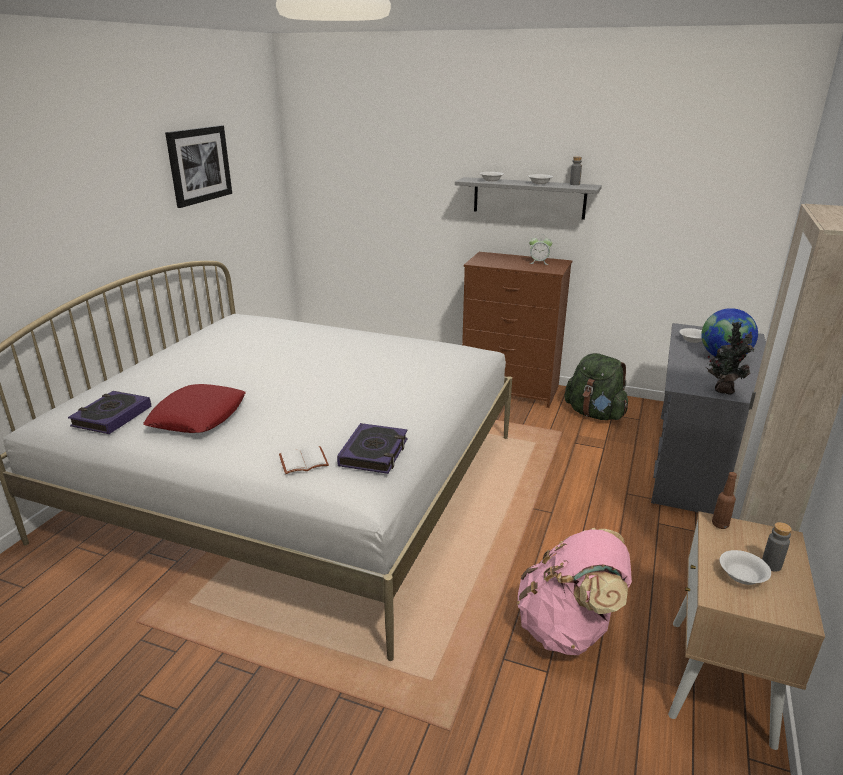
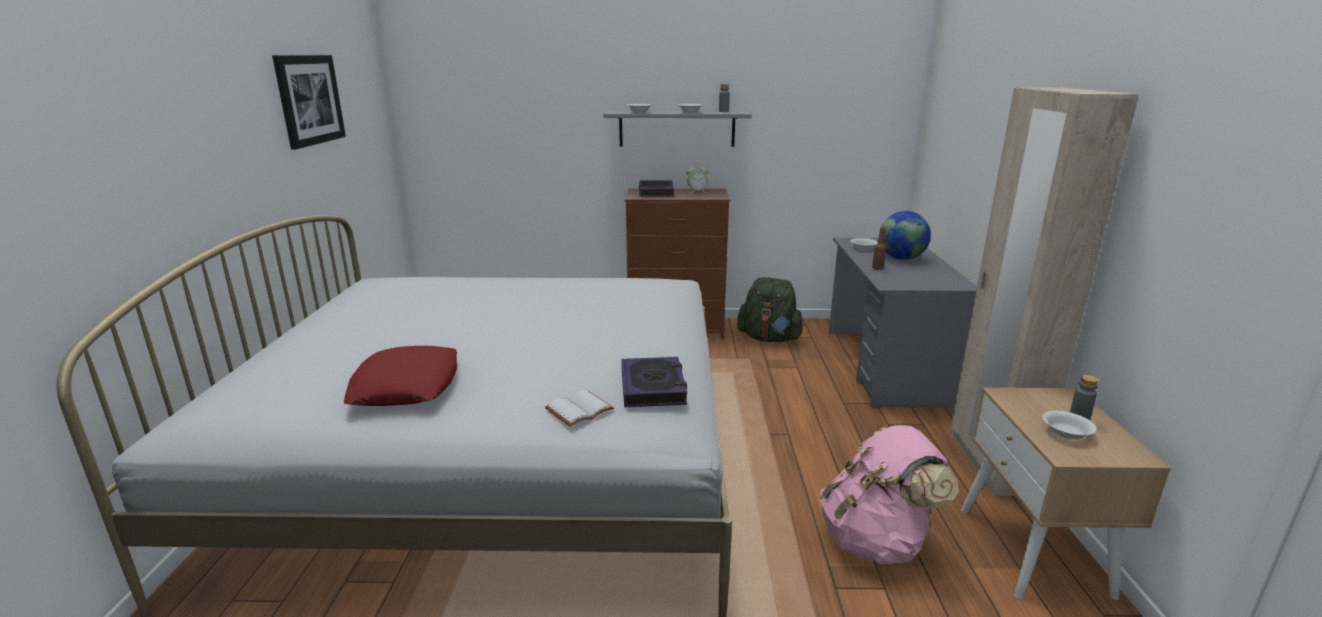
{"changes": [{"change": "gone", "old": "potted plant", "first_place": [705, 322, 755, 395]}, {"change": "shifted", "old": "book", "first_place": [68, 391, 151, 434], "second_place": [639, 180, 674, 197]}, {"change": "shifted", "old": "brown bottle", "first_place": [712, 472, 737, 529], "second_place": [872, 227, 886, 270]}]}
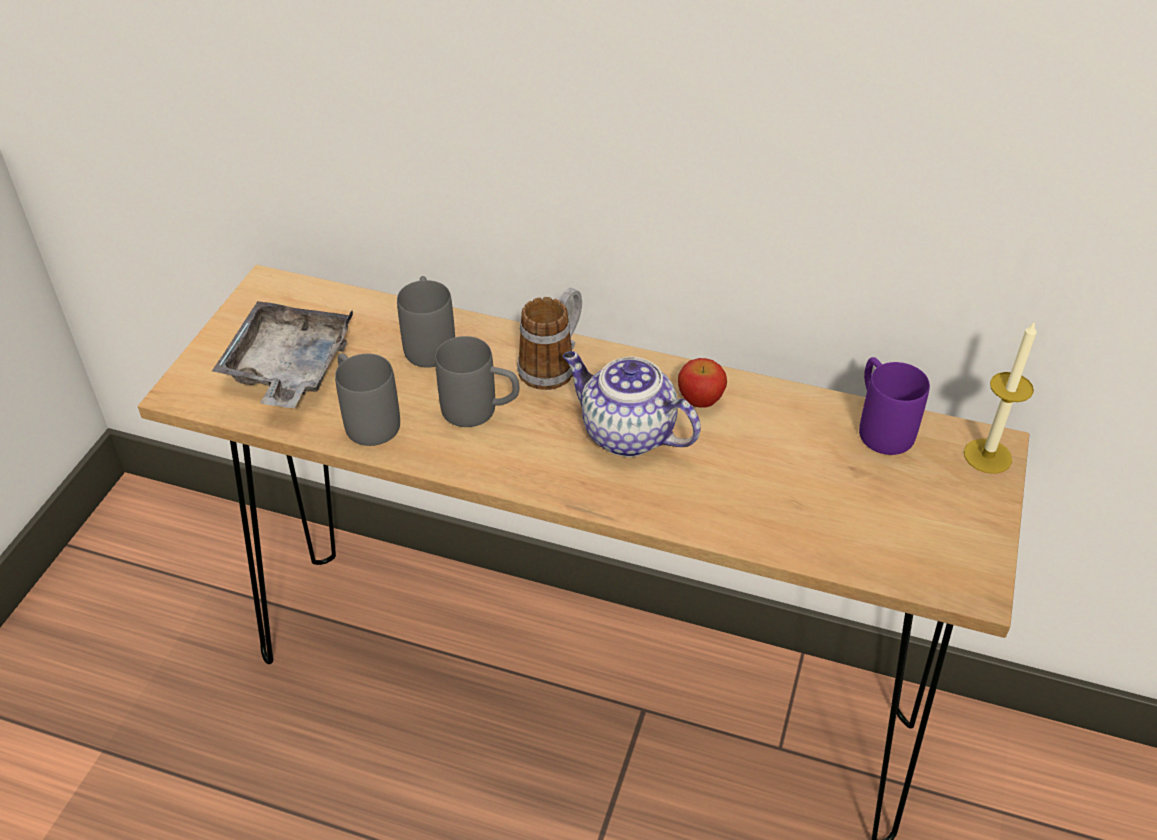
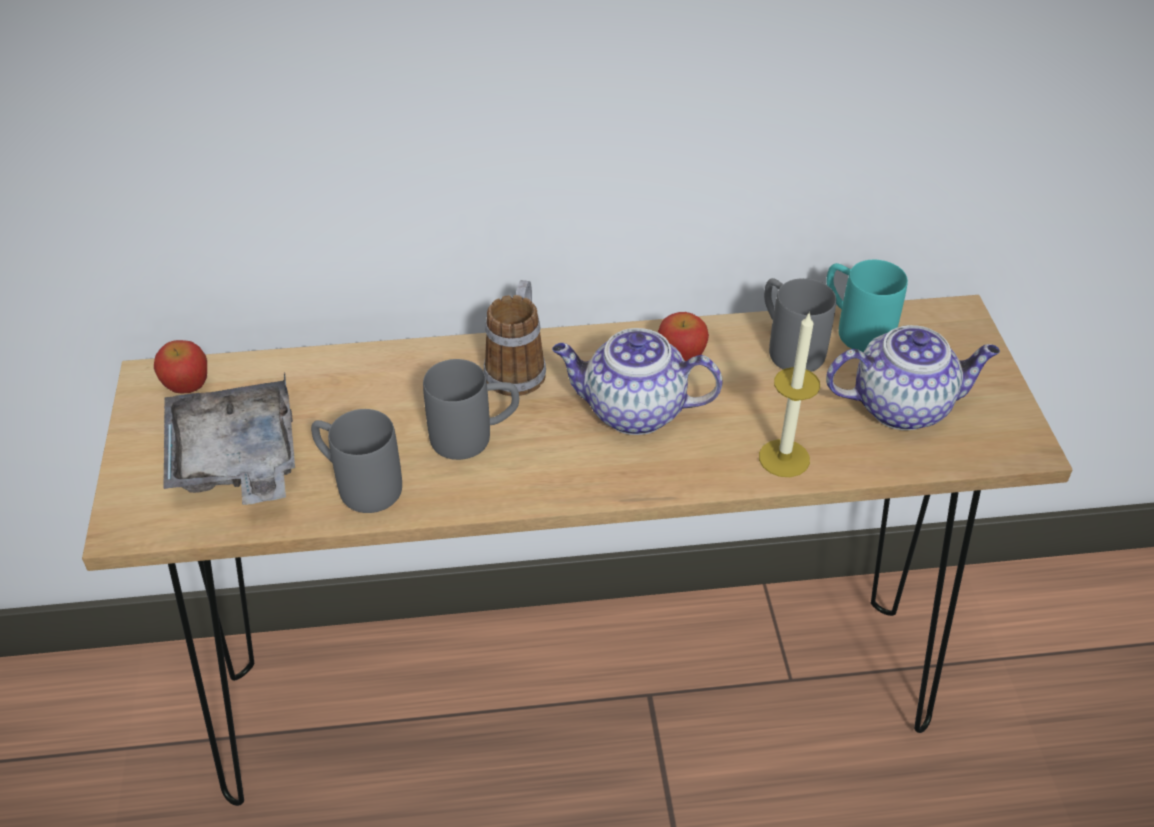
{"changes": [{"change": "shifted", "old": "grey mug", "first_place": [397, 276, 455, 368], "second_place": [764, 278, 836, 372]}, {"change": "shifted", "old": "candle", "first_place": [964, 321, 1037, 474], "second_place": [759, 312, 820, 477]}, {"change": "repainted", "old": "purple mug", "new": "turquoise mug", "first_place": [859, 357, 930, 455], "second_place": [826, 260, 908, 352]}, {"change": "new", "new": "teapot", "second_place": [826, 325, 1000, 430]}, {"change": "new", "new": "apple", "second_place": [154, 340, 207, 394]}]}
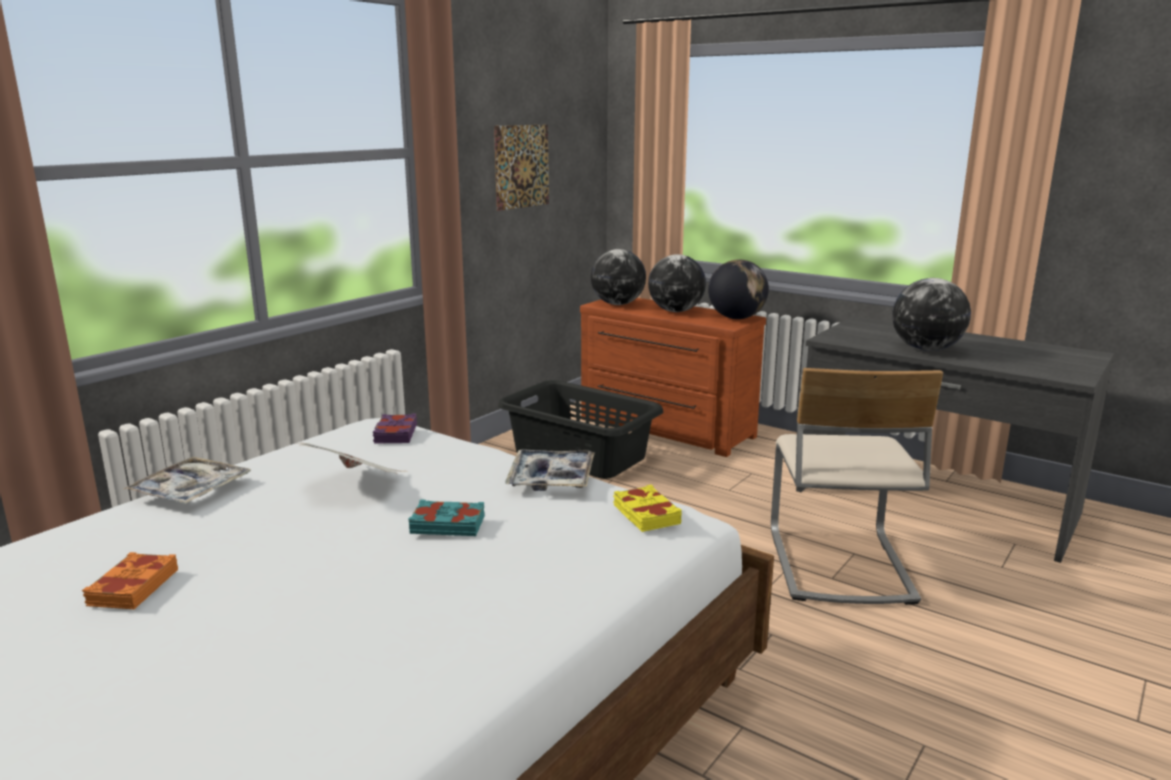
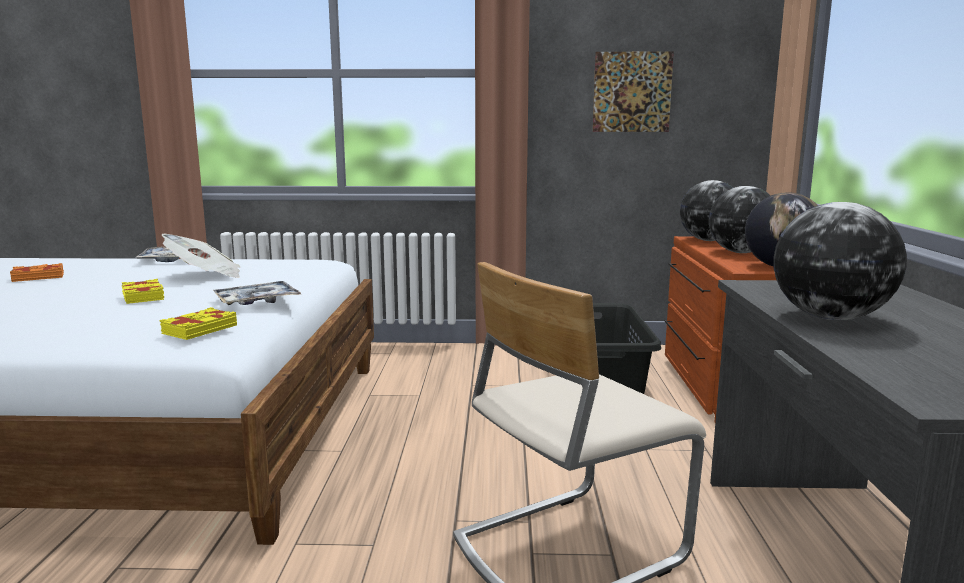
{"changes": [{"change": "gone", "old": "purple book", "first_place": [373, 414, 417, 444]}, {"change": "repainted", "old": "turquoise book", "new": "yellow book", "first_place": [408, 499, 485, 536], "second_place": [122, 279, 164, 304]}]}
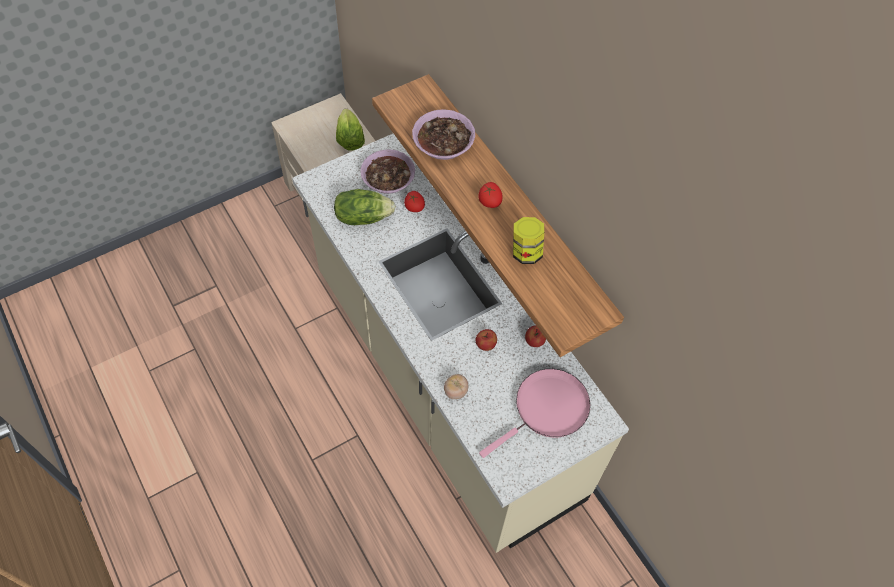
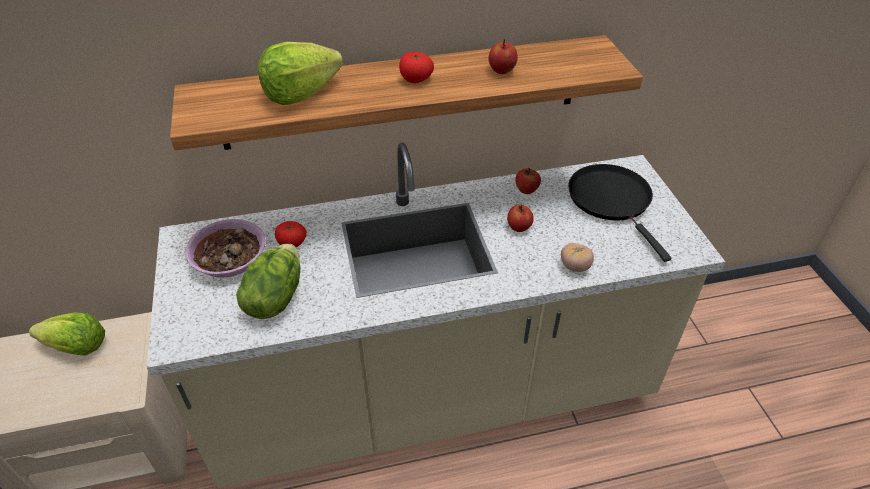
{"changes": [{"change": "swapped", "old": "bowl", "new": "lettuce", "first_place": [412, 109, 475, 160], "second_place": [258, 42, 343, 105]}, {"change": "swapped", "old": "jar", "new": "apple", "first_place": [513, 217, 544, 264], "second_place": [489, 39, 518, 74]}, {"change": "repainted", "old": "pink frying pan", "new": "black frying pan", "first_place": [479, 369, 590, 458], "second_place": [568, 164, 671, 262]}]}
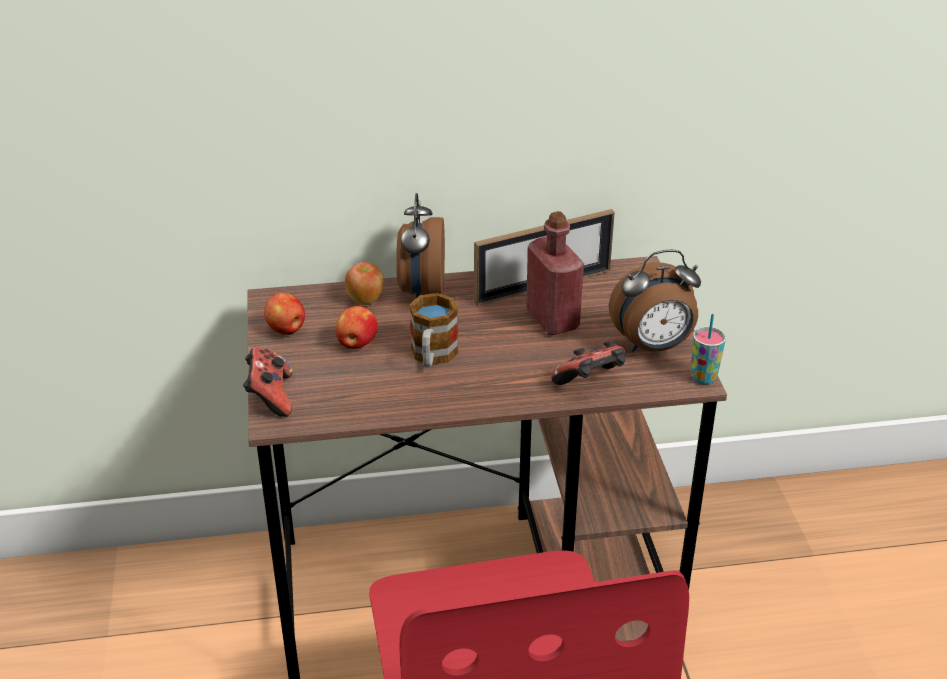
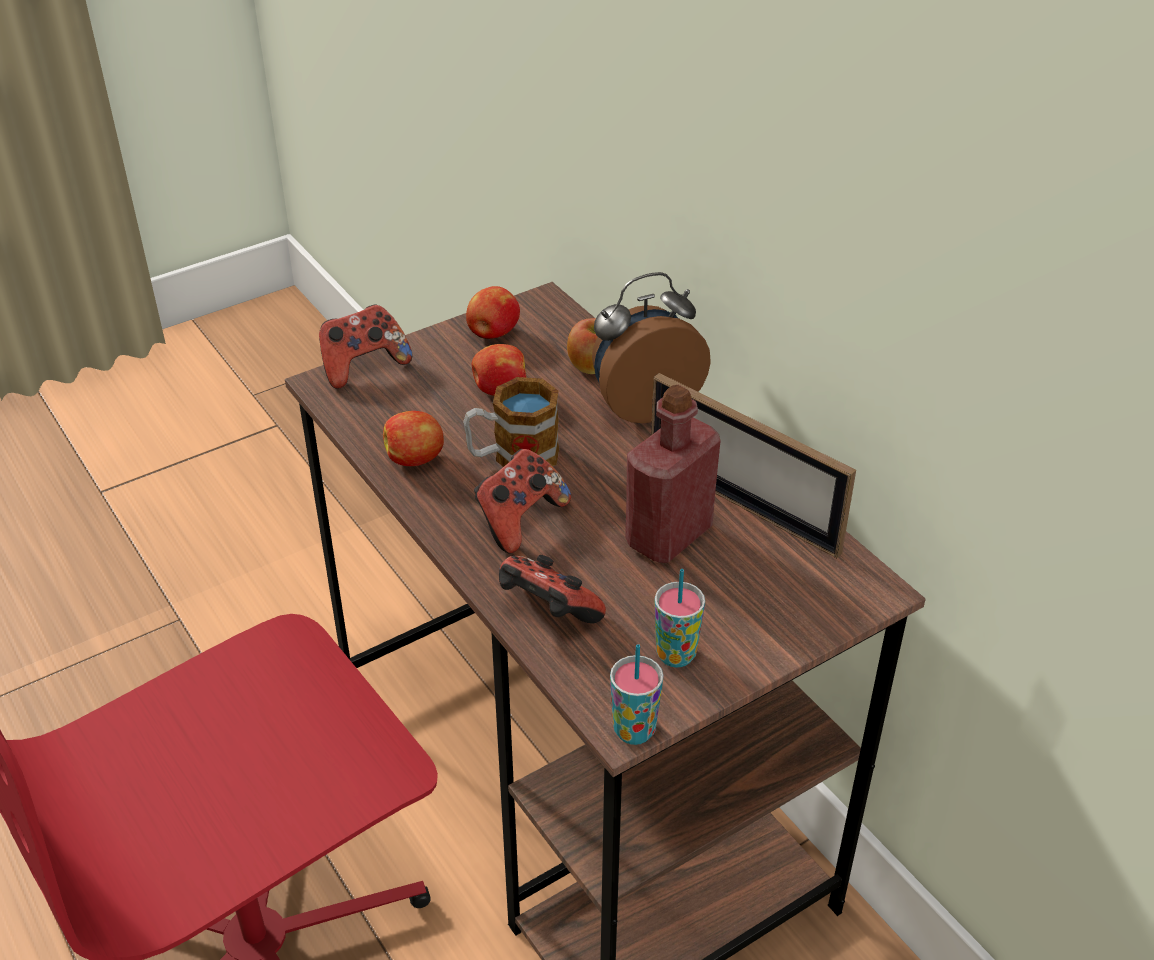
{"changes": [{"change": "swapped", "old": "alarm clock", "new": "cup", "first_place": [609, 250, 701, 352], "second_place": [655, 569, 705, 668]}, {"change": "new", "new": "apple", "second_place": [383, 411, 444, 466]}, {"change": "new", "new": "game controller", "second_place": [474, 449, 571, 554]}]}
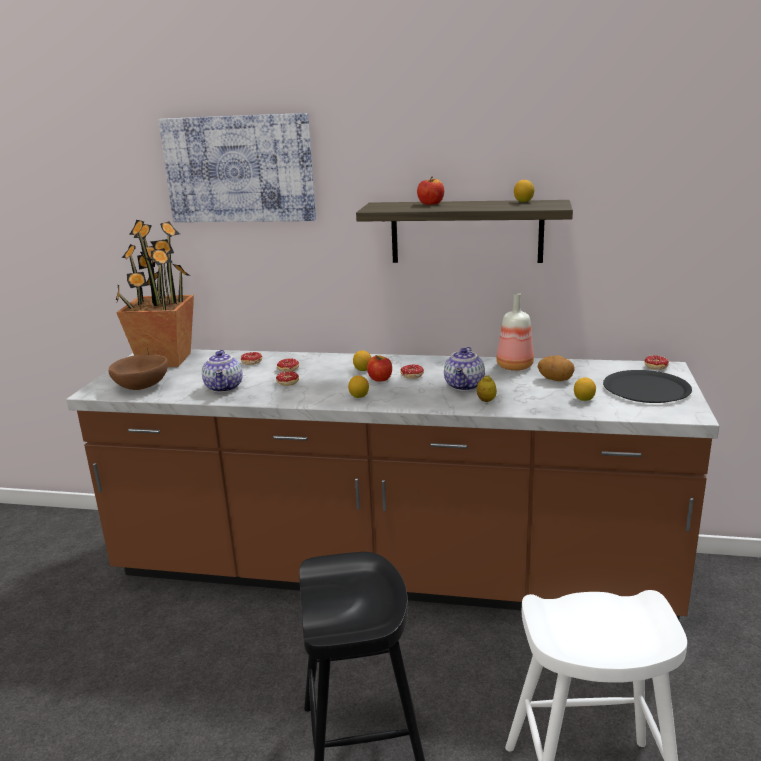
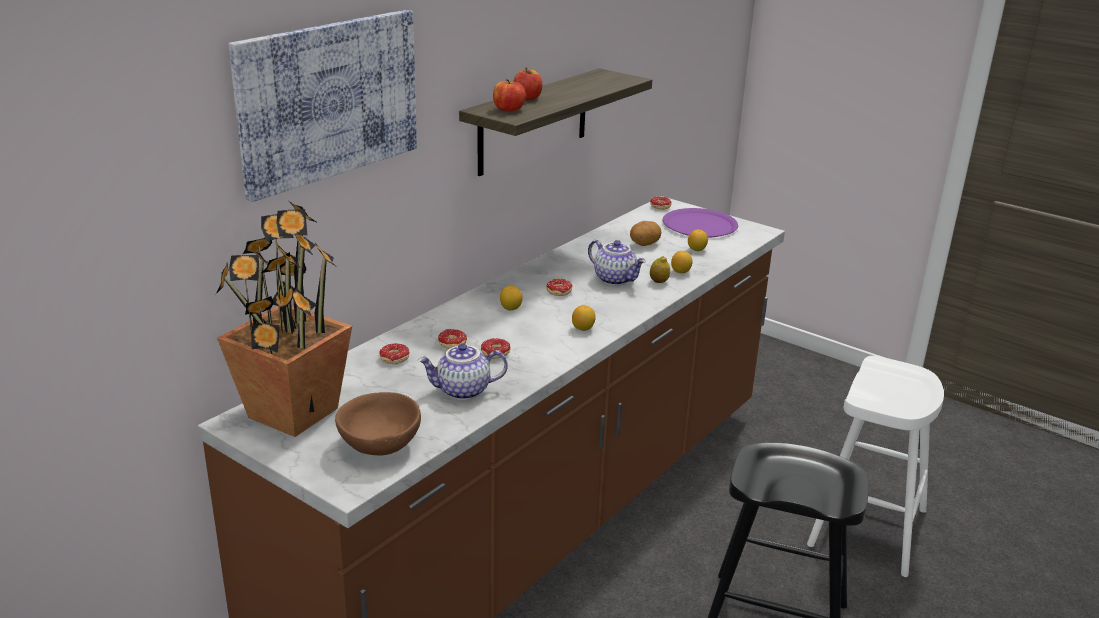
{"changes": [{"change": "shifted", "old": "lemon", "first_place": [514, 180, 534, 202], "second_place": [671, 251, 693, 273]}, {"change": "gone", "old": "bottle", "first_place": [496, 293, 534, 371]}, {"change": "rotated", "old": "teapot", "first_place": [202, 350, 243, 393], "second_place": [418, 344, 508, 400], "degrees": 150}, {"change": "shifted", "old": "apple", "first_place": [367, 355, 392, 382], "second_place": [493, 79, 526, 111]}, {"change": "repainted", "old": "black plate", "new": "purple plate", "first_place": [603, 370, 692, 403], "second_place": [663, 208, 738, 238]}]}
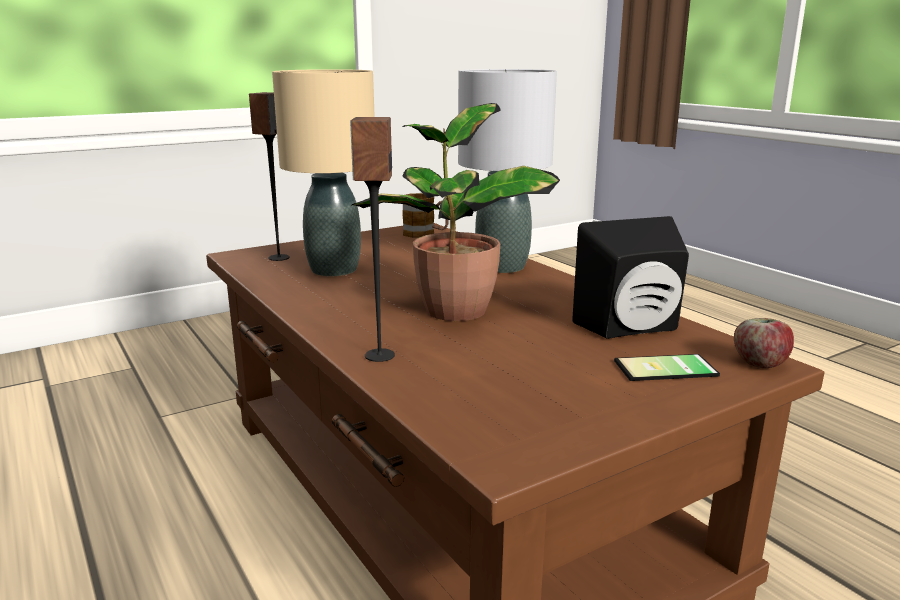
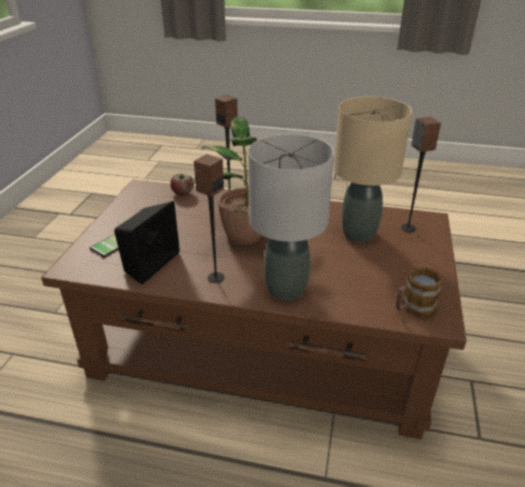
{"changes": [{"change": "shifted", "old": "apple", "first_place": [734, 318, 794, 369], "second_place": [170, 173, 194, 195]}, {"change": "new", "new": "speaker", "second_place": [194, 154, 224, 283]}]}
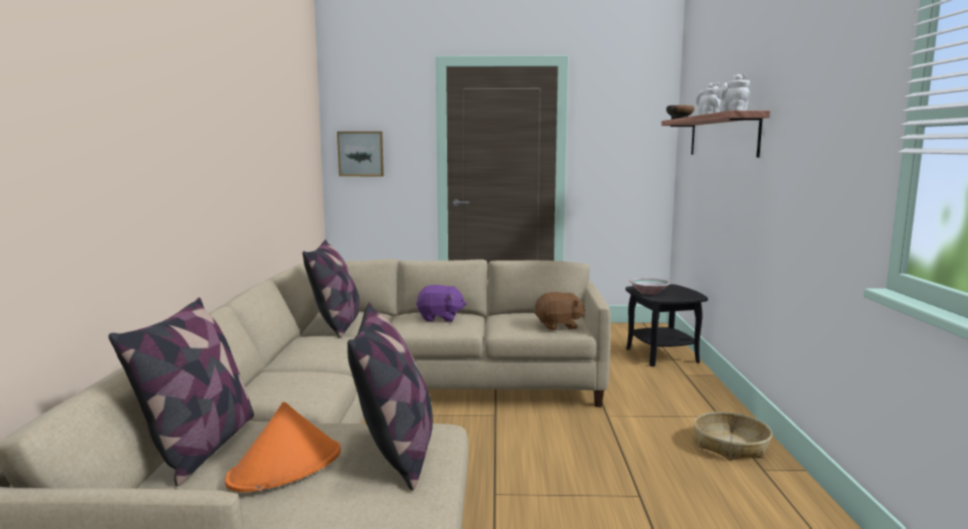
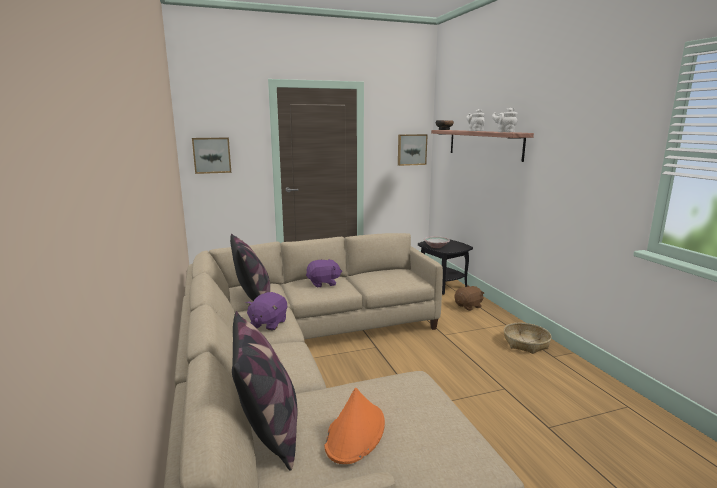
{"changes": [{"change": "shifted", "old": "brown plush toy", "first_place": [535, 292, 585, 331], "second_place": [455, 286, 484, 311]}, {"change": "gone", "old": "pillow", "first_place": [347, 302, 433, 491]}, {"change": "new", "new": "picture", "second_place": [398, 134, 428, 166]}, {"change": "new", "new": "purple plush toy", "second_place": [245, 292, 287, 331]}]}
